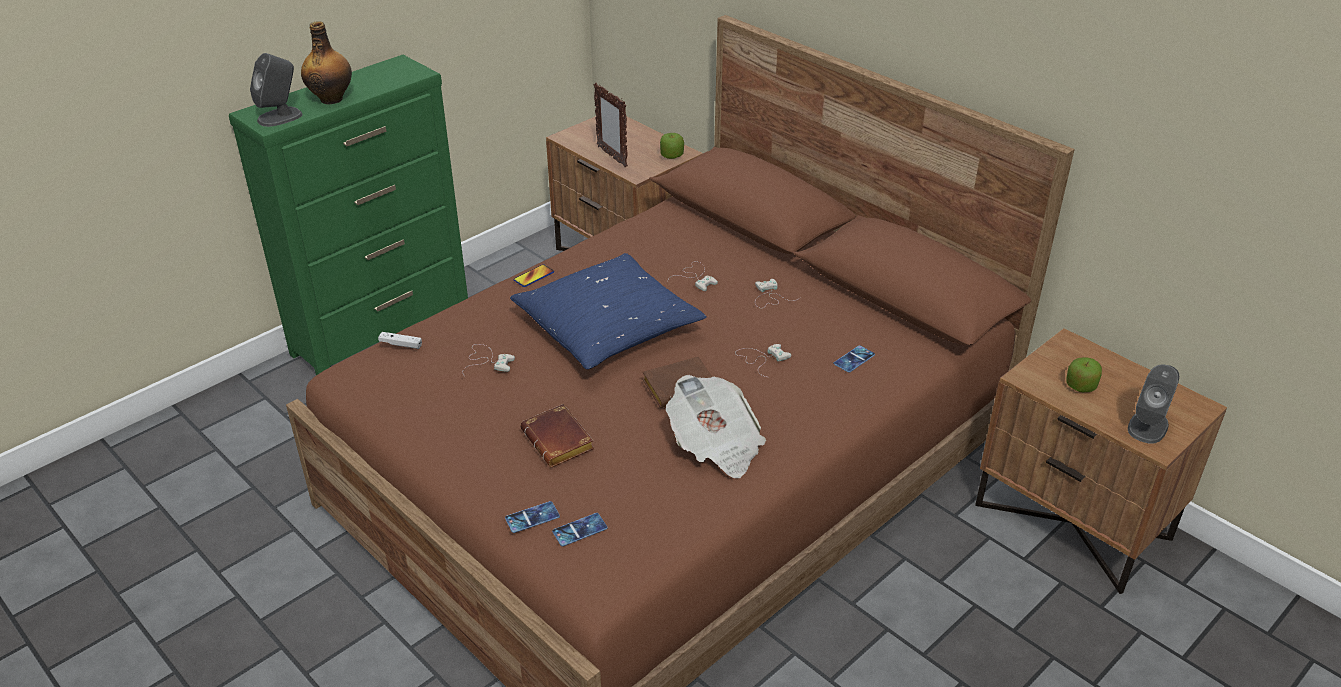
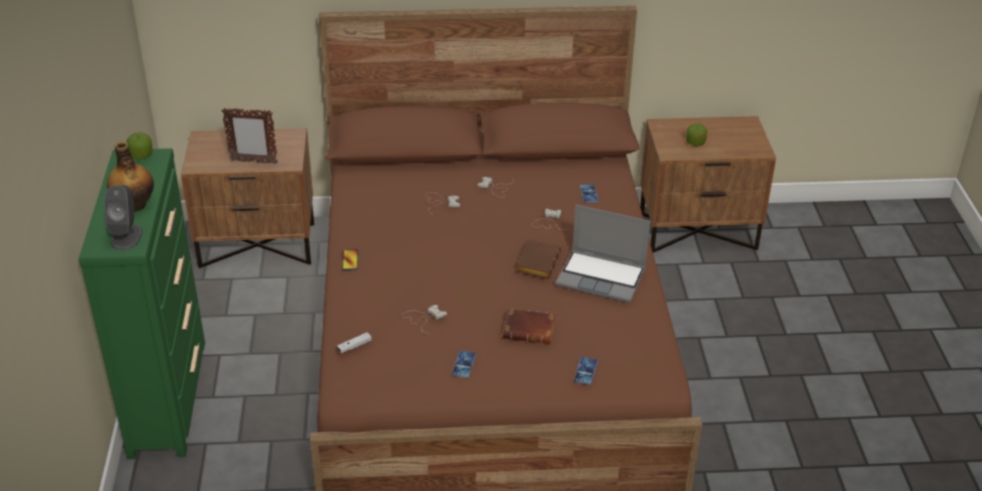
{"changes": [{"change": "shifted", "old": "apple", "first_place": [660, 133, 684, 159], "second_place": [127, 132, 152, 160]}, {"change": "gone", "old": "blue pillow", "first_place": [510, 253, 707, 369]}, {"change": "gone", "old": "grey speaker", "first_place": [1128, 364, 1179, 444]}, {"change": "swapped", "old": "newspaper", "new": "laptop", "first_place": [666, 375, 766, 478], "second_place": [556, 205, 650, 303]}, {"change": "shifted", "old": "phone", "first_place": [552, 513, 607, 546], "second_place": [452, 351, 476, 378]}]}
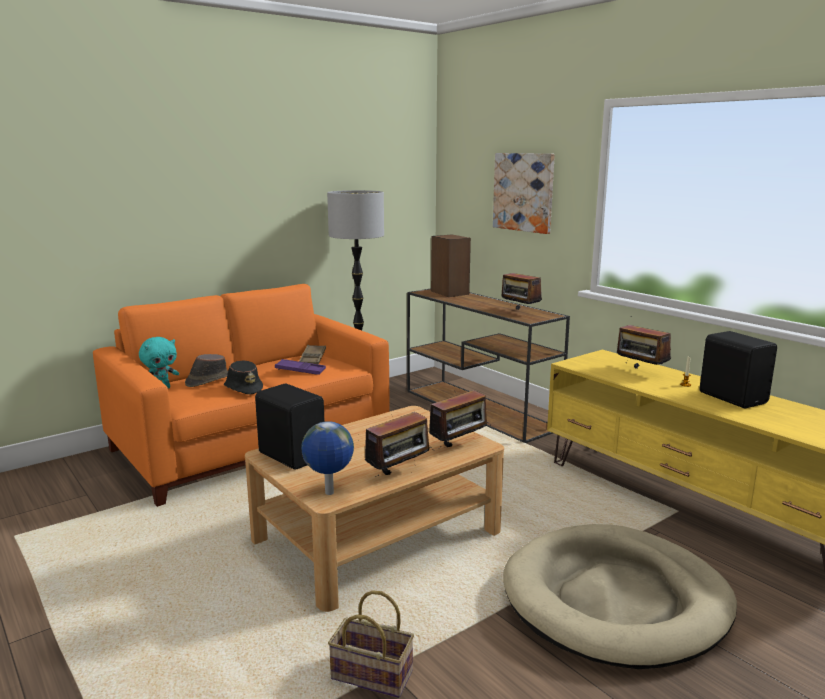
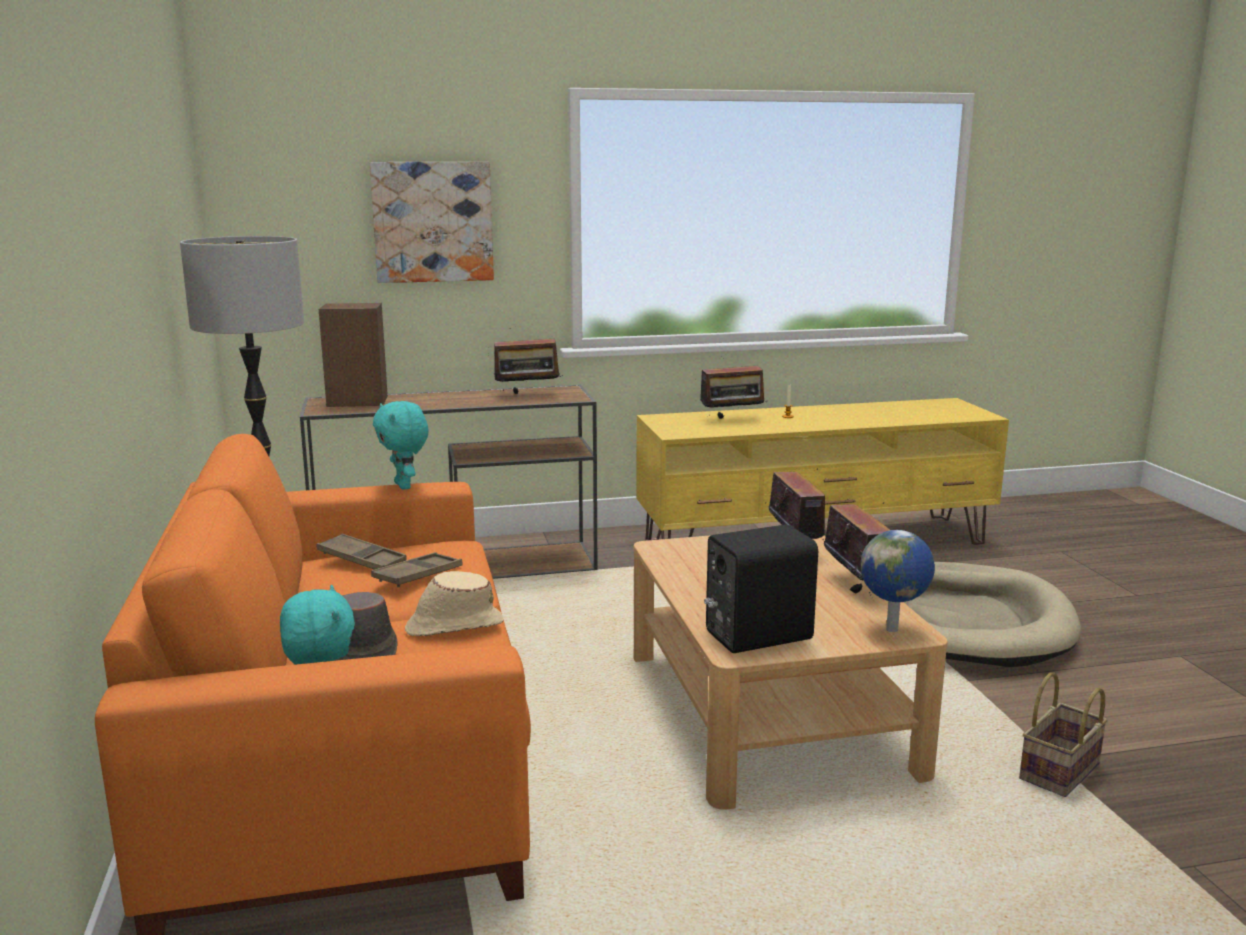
{"changes": [{"change": "gone", "old": "black speaker", "first_place": [700, 331, 777, 408]}, {"change": "repainted", "old": "purple tray", "new": "brown tray", "first_place": [275, 359, 326, 375], "second_place": [371, 552, 462, 587]}, {"change": "repainted", "old": "black hat", "new": "beige hat", "first_place": [224, 360, 263, 395], "second_place": [405, 571, 503, 636]}, {"change": "new", "new": "turquoise plush toy", "second_place": [373, 401, 429, 490]}]}
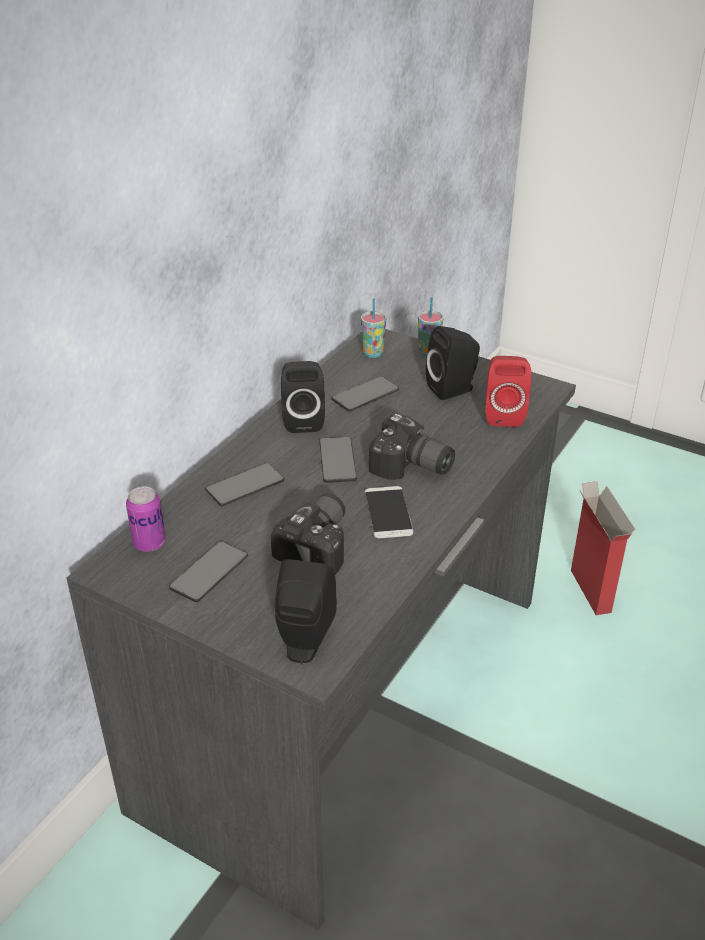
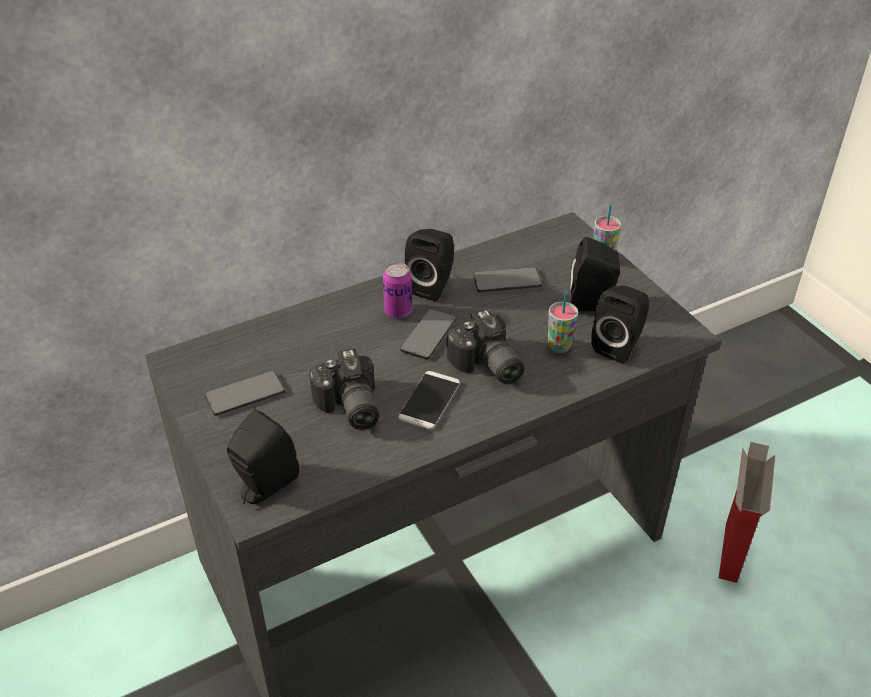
{"changes": [{"change": "shifted", "old": "cup", "first_place": [361, 298, 386, 358], "second_place": [548, 292, 578, 353]}, {"change": "repainted", "old": "red speaker", "new": "black speaker", "first_place": [485, 356, 531, 427], "second_place": [591, 286, 649, 363]}, {"change": "gone", "old": "phone", "first_place": [205, 463, 284, 506]}, {"change": "shifted", "old": "can", "first_place": [126, 486, 166, 552], "second_place": [383, 262, 412, 318]}, {"change": "rotated", "old": "photo camera", "first_place": [271, 493, 345, 575], "second_place": [309, 349, 379, 430], "degrees": 105}]}
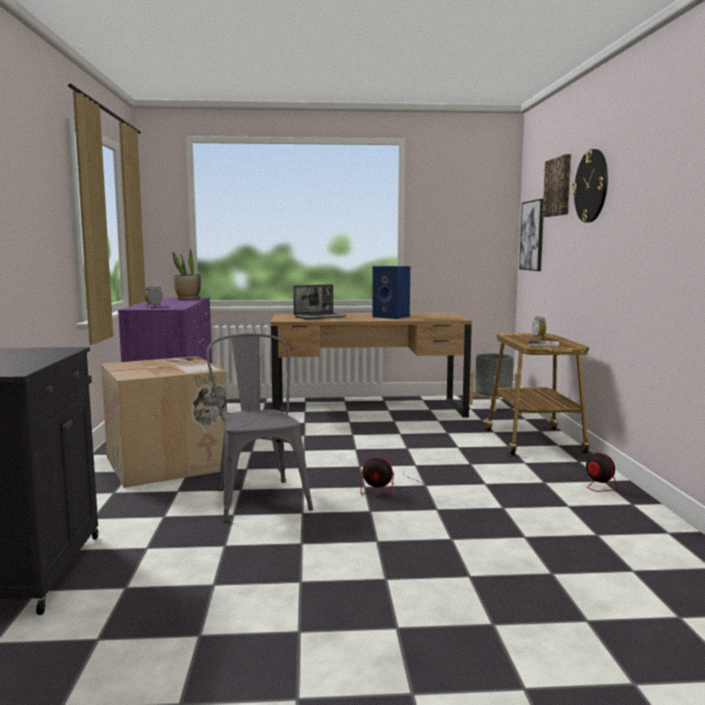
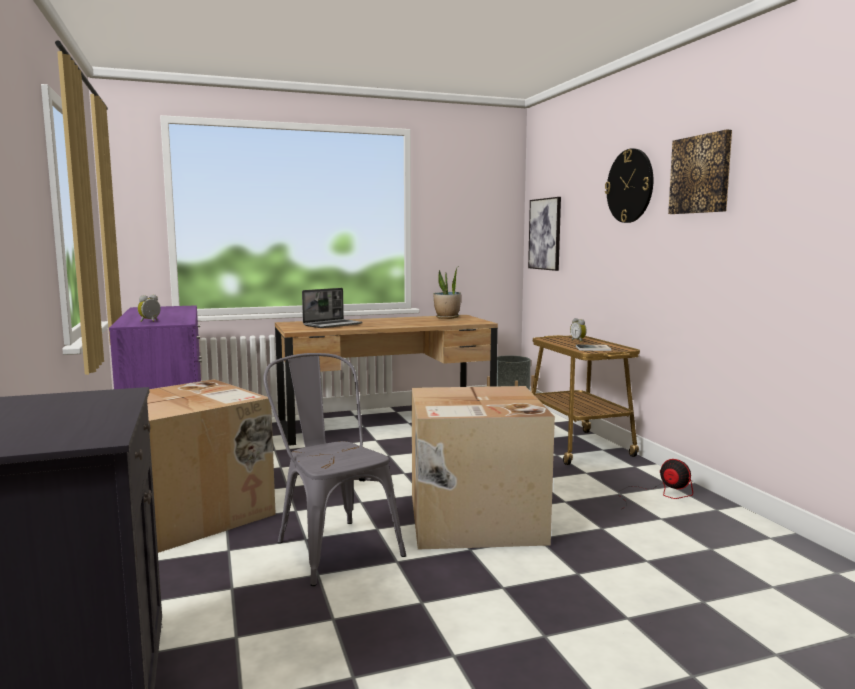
{"changes": [{"change": "shifted", "old": "picture", "first_place": [542, 154, 571, 217], "second_place": [668, 130, 732, 214]}, {"change": "shifted", "old": "potted plant", "first_place": [173, 249, 201, 300], "second_place": [433, 268, 461, 319]}, {"change": "gone", "old": "blue speaker", "first_place": [372, 266, 410, 319]}, {"change": "swapped", "old": "fan", "new": "cardboard box", "first_place": [361, 458, 423, 497], "second_place": [412, 386, 555, 550]}]}
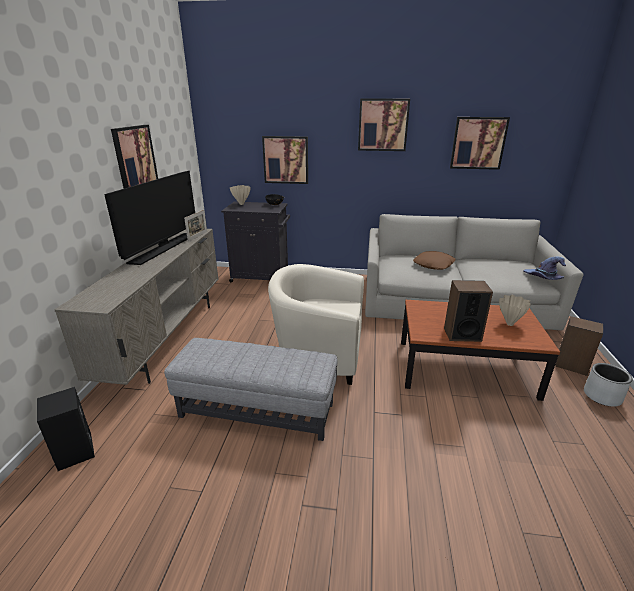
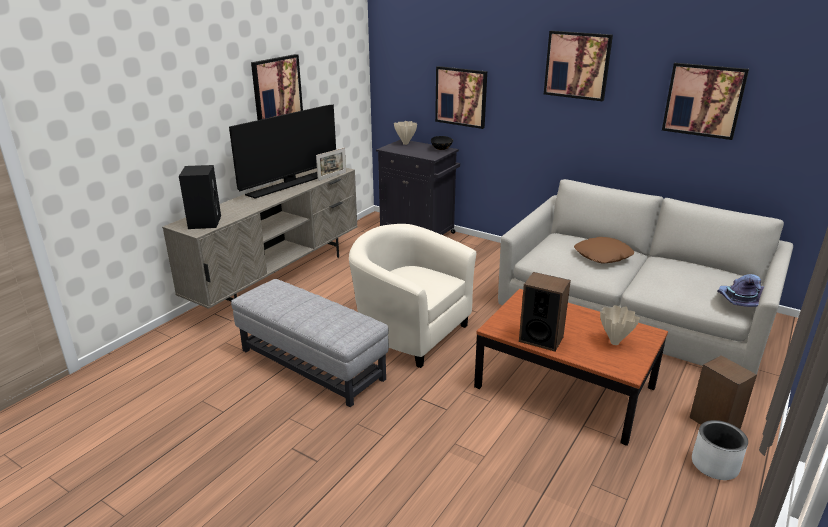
{"changes": [{"change": "shifted", "old": "black speaker", "first_place": [37, 387, 95, 471], "second_place": [179, 165, 221, 229]}]}
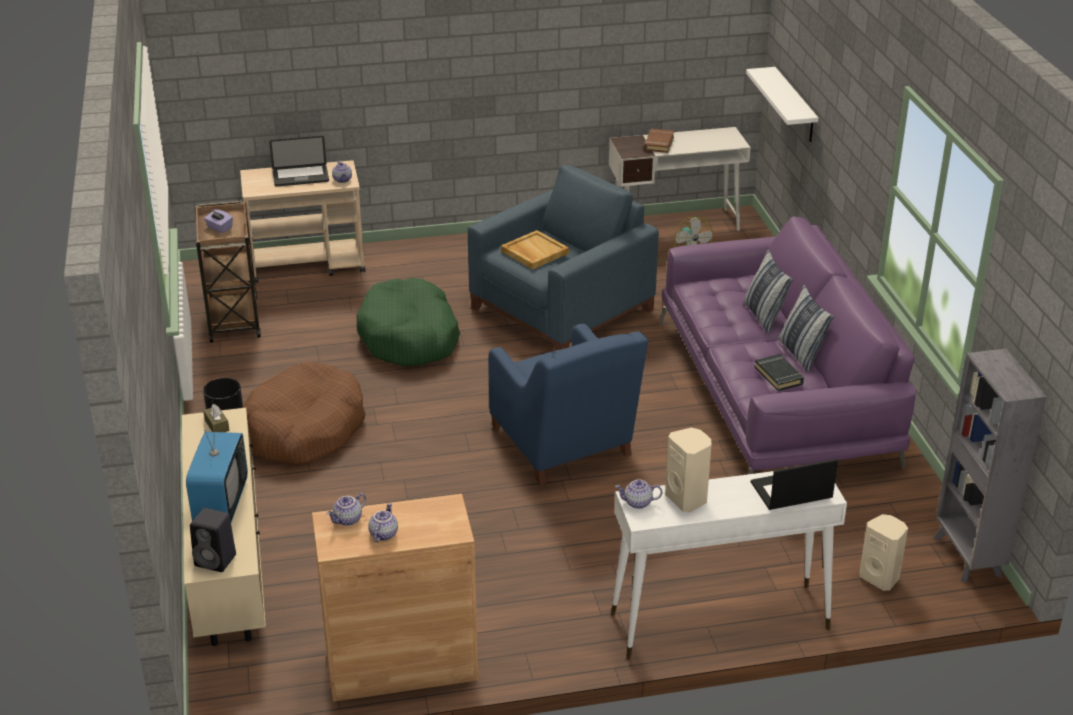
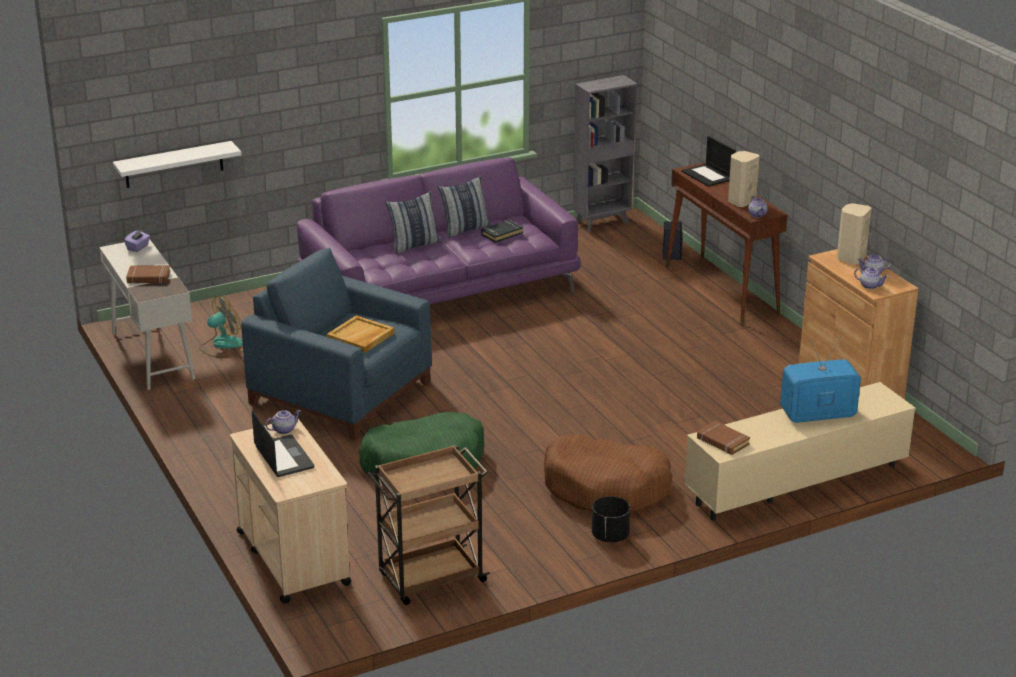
{"changes": [{"change": "shifted", "old": "purple tissue box", "first_place": [204, 209, 233, 233], "second_place": [124, 229, 150, 252]}, {"change": "gone", "old": "blue armchair", "first_place": [488, 324, 648, 485]}, {"change": "swapped", "old": "brown tissue box", "new": "brown book", "first_place": [203, 404, 229, 432], "second_place": [697, 421, 750, 455]}, {"change": "repainted", "old": "white console table", "new": "brown console table", "first_place": [611, 471, 847, 660], "second_place": [666, 162, 787, 325]}, {"change": "shifted", "old": "black speaker", "first_place": [190, 508, 236, 572], "second_place": [662, 221, 683, 260]}, {"change": "shifted", "old": "beige speaker", "first_place": [859, 514, 908, 591], "second_place": [837, 203, 872, 265]}]}
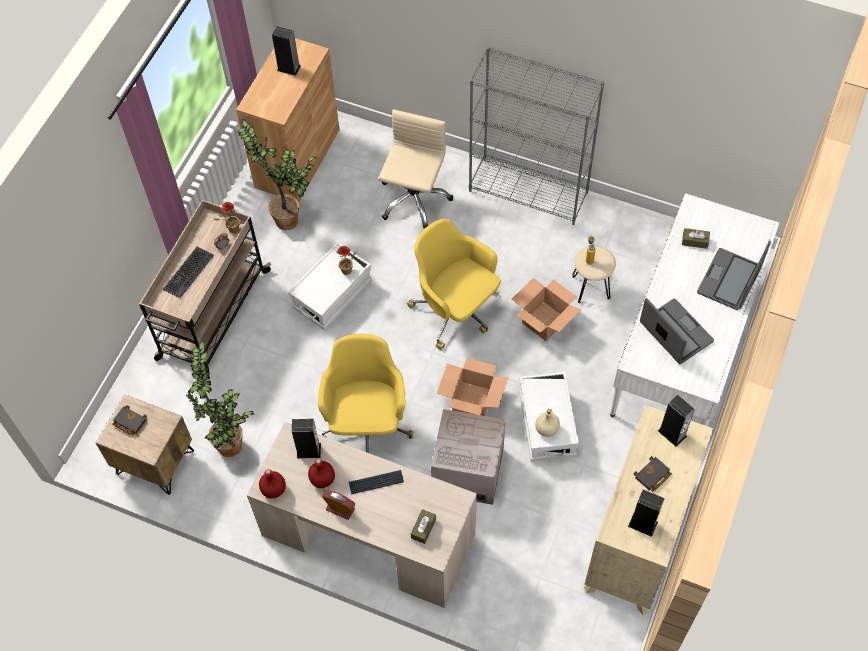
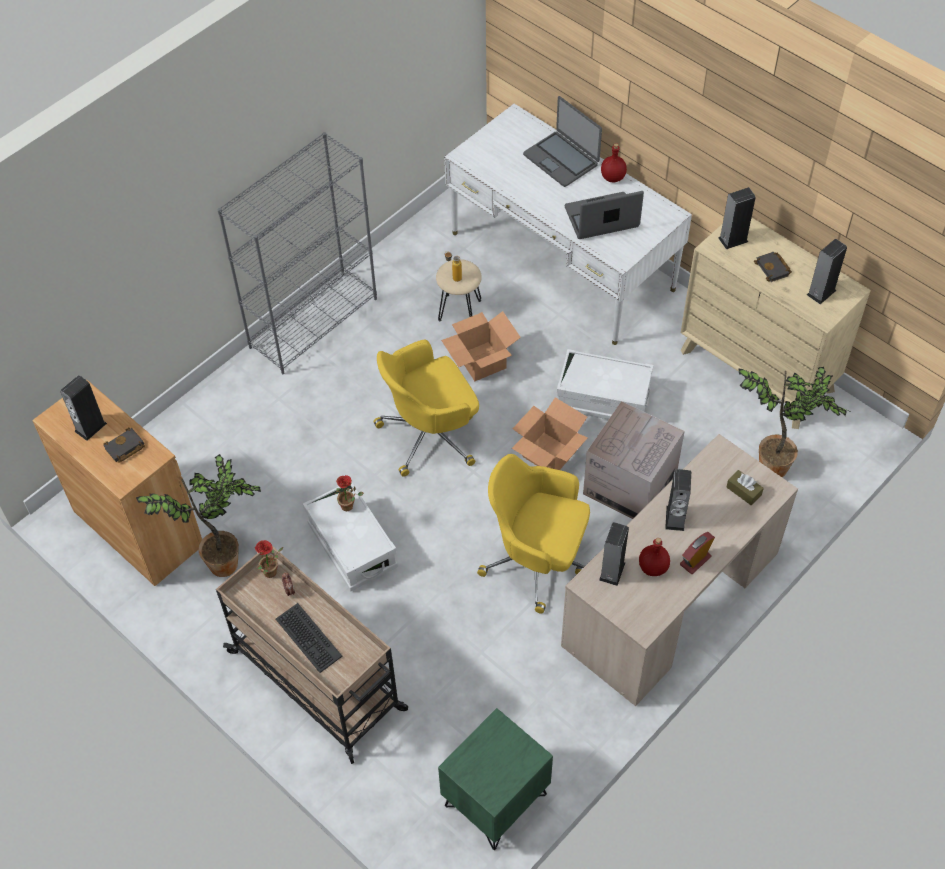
{"changes": [{"change": "gone", "old": "beige office chair", "first_place": [378, 109, 453, 229]}, {"change": "gone", "old": "brown tissue box", "first_place": [682, 228, 710, 249]}, {"change": "shifted", "old": "potted plant", "first_place": [186, 340, 254, 457], "second_place": [739, 367, 849, 477]}, {"change": "repainted", "old": "brown nightstand", "new": "green nightstand", "first_place": [96, 394, 194, 495], "second_place": [438, 708, 553, 850]}, {"change": "shifted", "old": "black book", "first_place": [112, 405, 147, 436], "second_place": [103, 427, 145, 463]}, {"change": "gone", "old": "beige bottle", "first_place": [535, 409, 560, 437]}, {"change": "shifted", "old": "red bottle", "first_place": [259, 469, 286, 499], "second_place": [601, 143, 627, 182]}, {"change": "swapped", "old": "keyboard", "new": "speaker", "first_place": [349, 470, 404, 494], "second_place": [665, 469, 691, 531]}]}
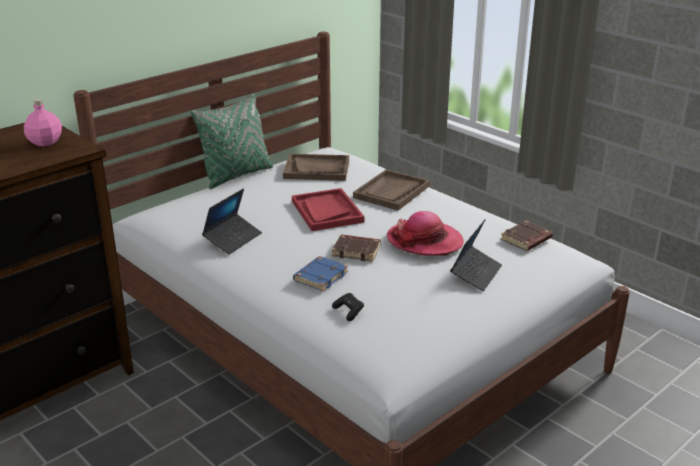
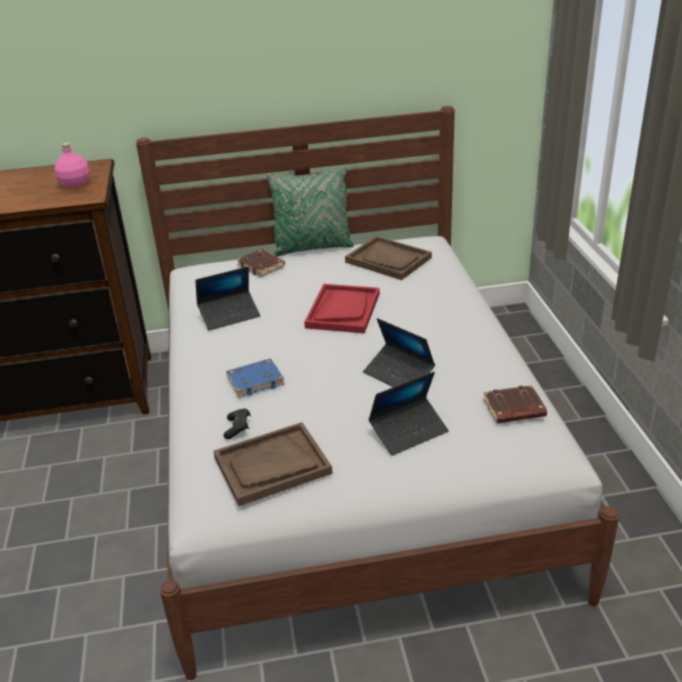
{"changes": [{"change": "shifted", "old": "brown tray", "first_place": [353, 169, 430, 211], "second_place": [213, 422, 332, 506]}, {"change": "swapped", "old": "hat", "new": "laptop", "first_place": [387, 211, 464, 256], "second_place": [363, 318, 435, 387]}, {"change": "shifted", "old": "brown book", "first_place": [332, 234, 381, 261], "second_place": [237, 249, 285, 277]}]}
